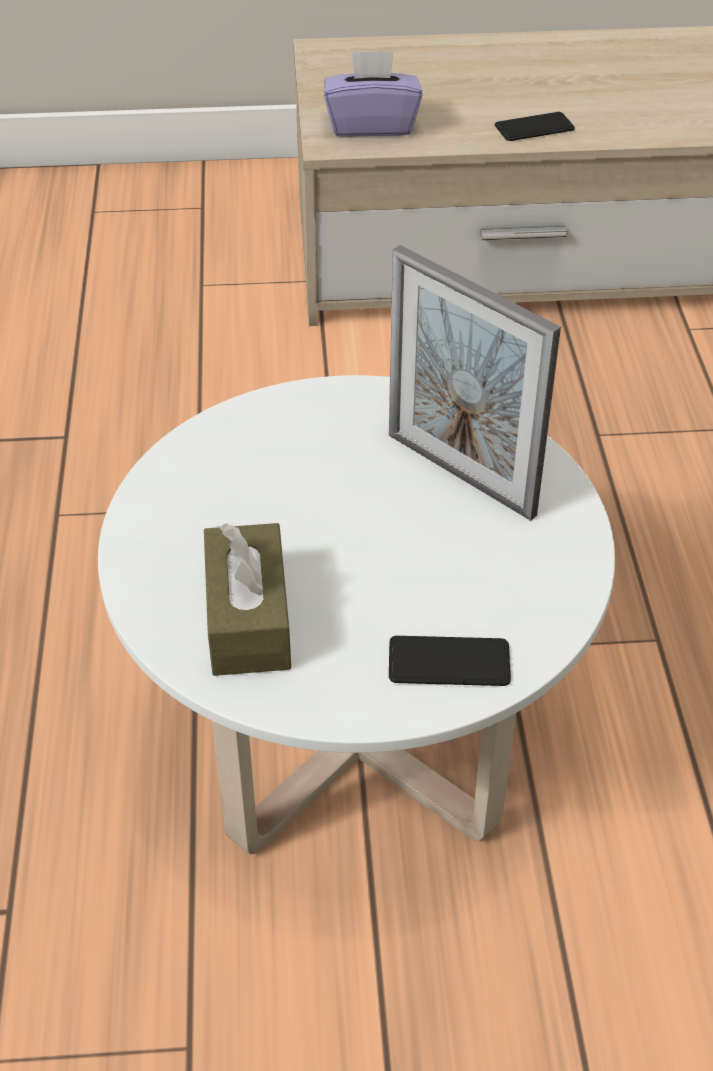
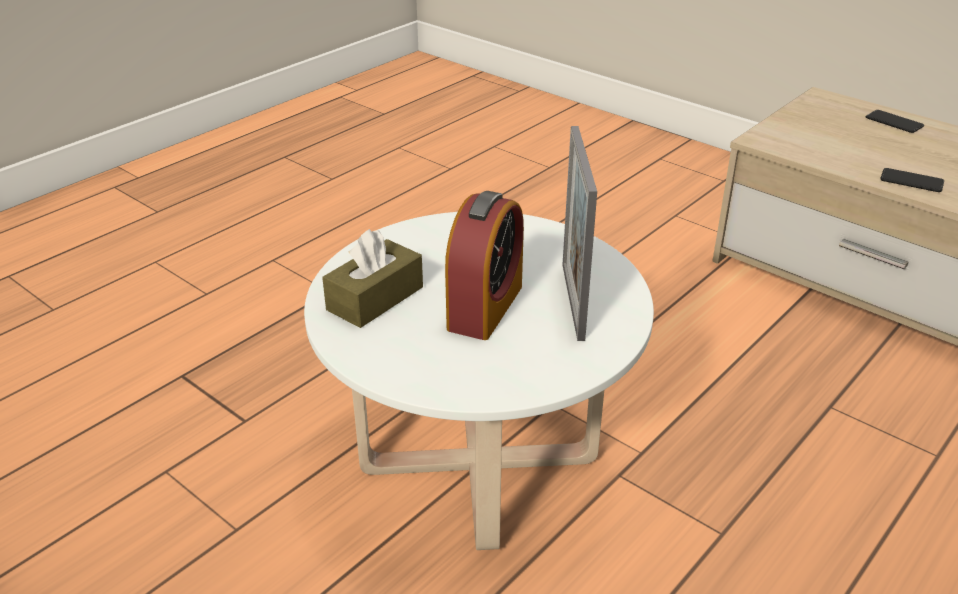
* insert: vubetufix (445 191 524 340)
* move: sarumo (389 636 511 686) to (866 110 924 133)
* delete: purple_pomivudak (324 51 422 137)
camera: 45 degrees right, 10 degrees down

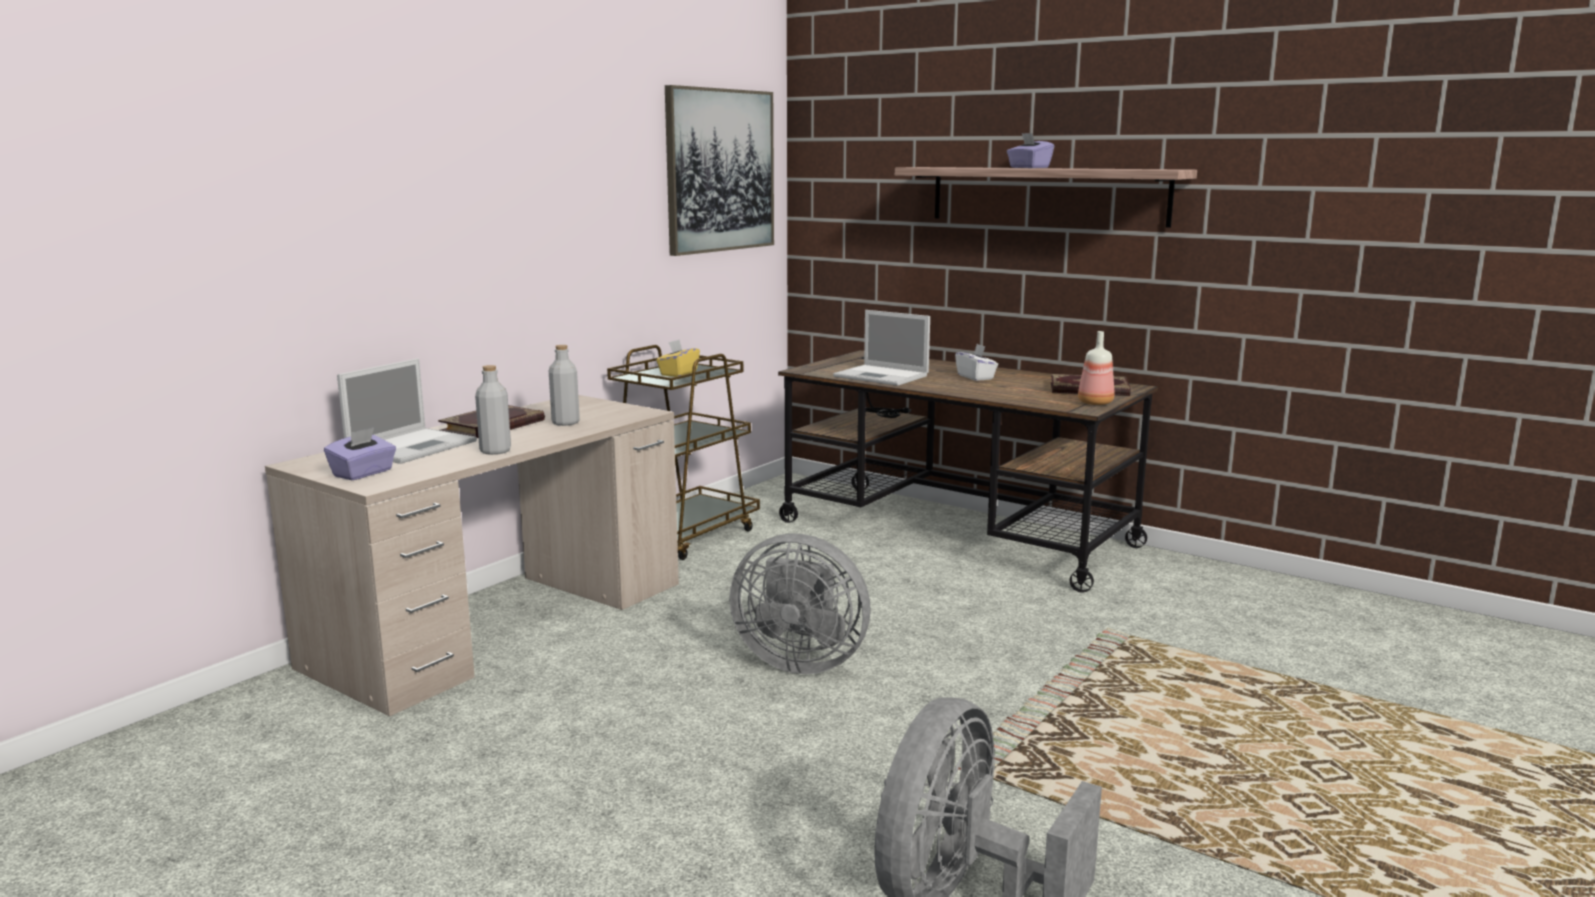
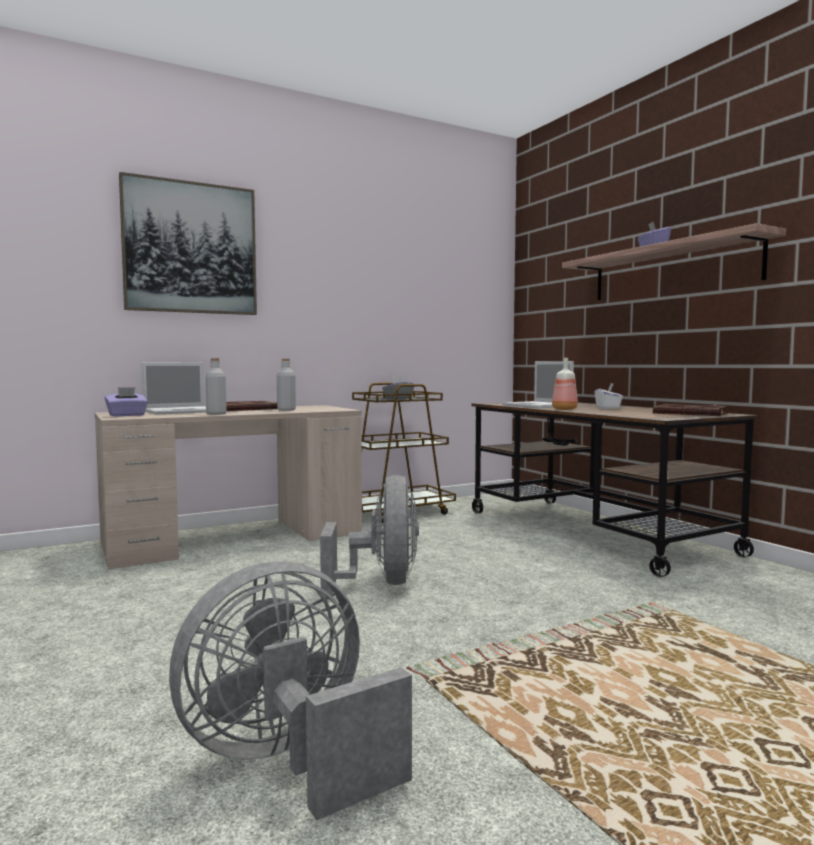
* move: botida (665 85 774 256) to (119 172 257 315)
* rotate: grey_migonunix (729 533 871 674) = (320 475 419 596) 135 degrees counterclockwise
* recolor: yellow_pomivudak (656 340 700 377) to grey_pomivudak (382 376 414 399)
* move: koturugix (1078 331 1114 405) to (552 358 578 410)
camera: 25 degrees right, 10 degrees down

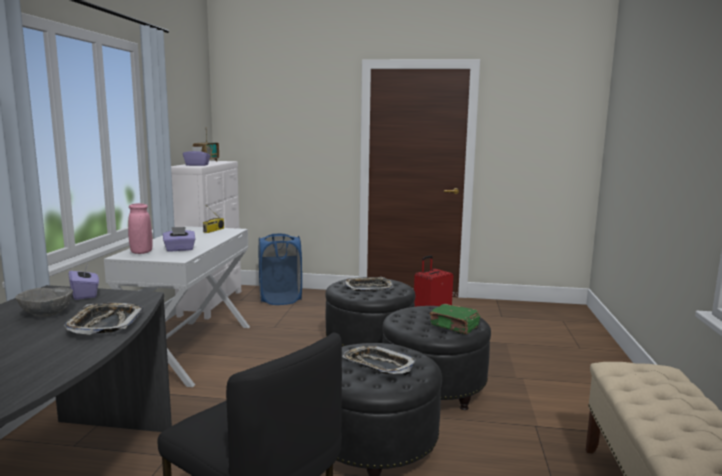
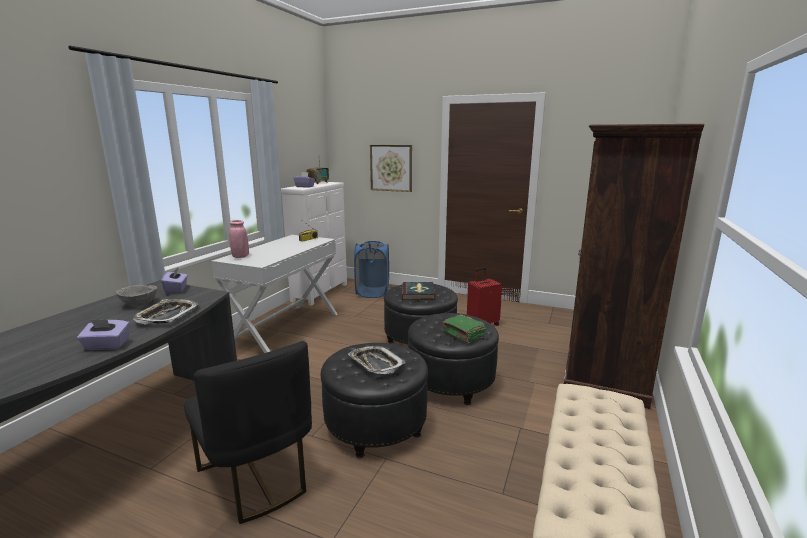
* move: purple_pomivudak (163 227 195 252) to (77 320 130 350)
* insert: botida (370 145 412 192)
* replace: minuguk (343 277 394 291) to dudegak (402 282 435 300)
* insert: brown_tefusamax (564 124 704 409)
camera: 15 degrees right, 5 degrees up

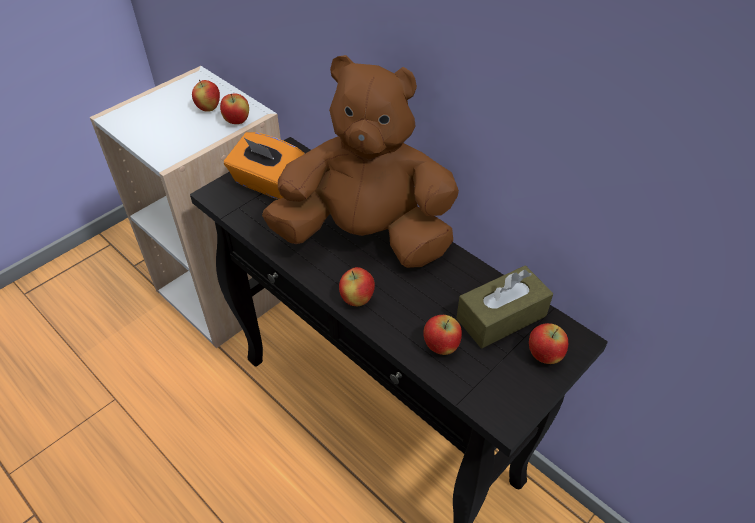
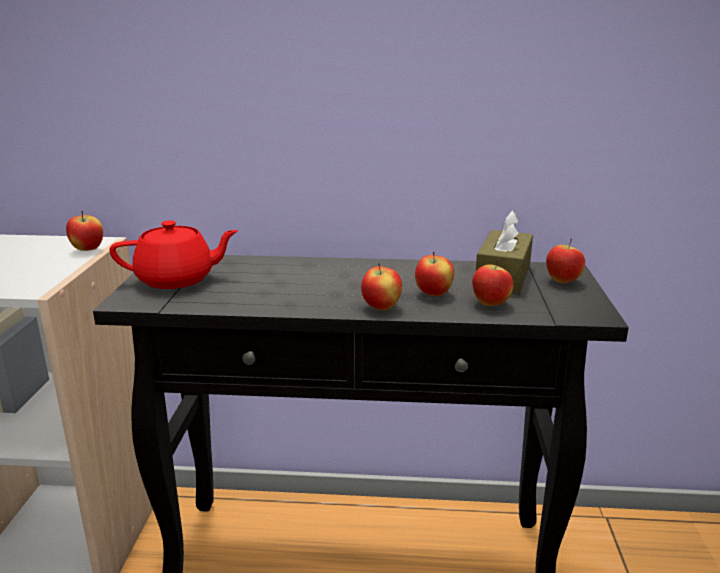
* replace: orange_pomivudak (224 132 305 199) to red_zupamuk (109 220 239 289)
* move: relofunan (192 80 220 112) to (415 252 454 296)
* delete: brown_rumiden (262 55 459 268)
camera: 40 degrees left, 25 degrees down

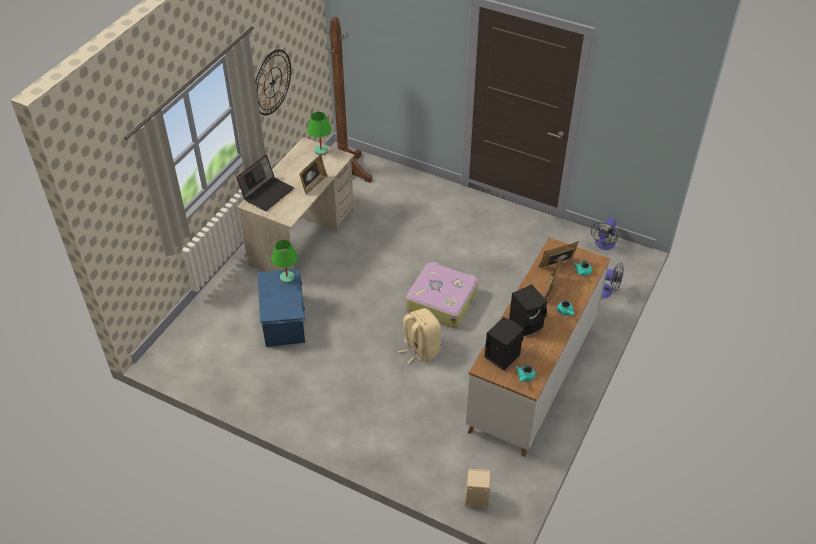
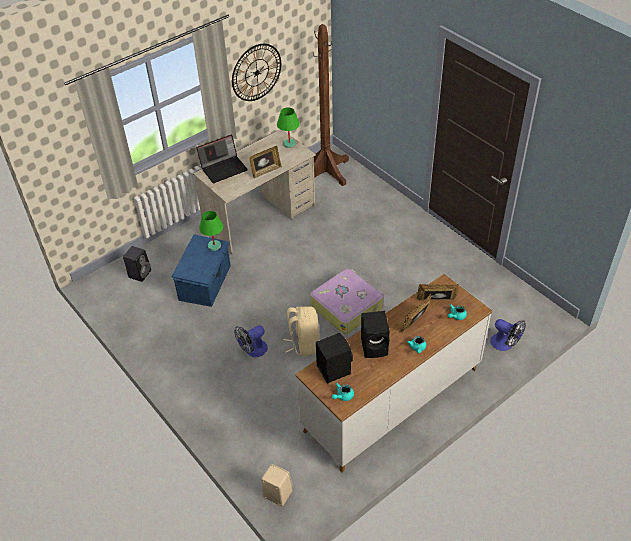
* insert: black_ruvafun (123 246 151 282)
* move: migonunix (590 218 618 250) to (234 326 268 357)
camera: 25 degrees right, 0 degrees up

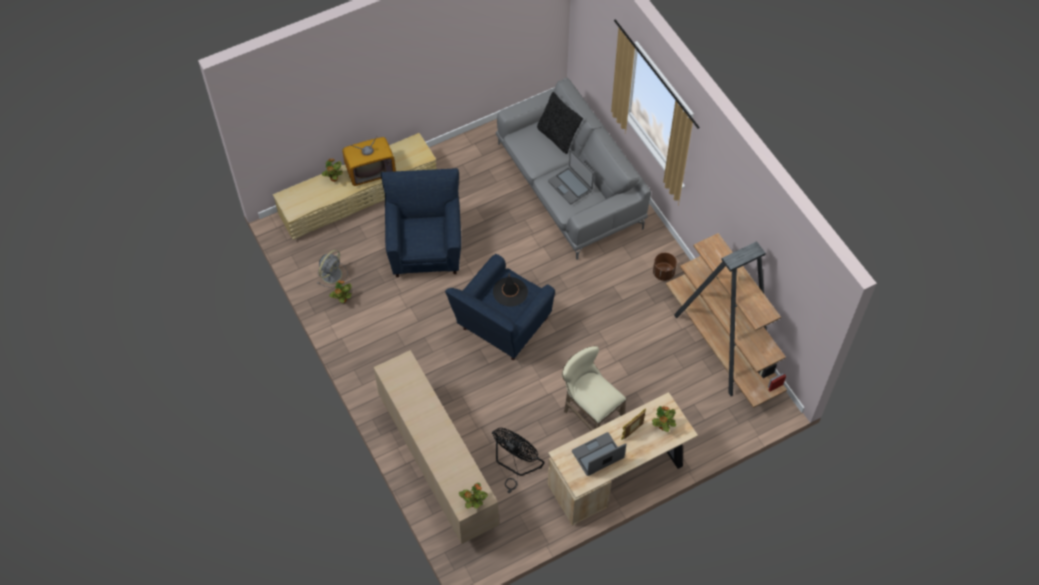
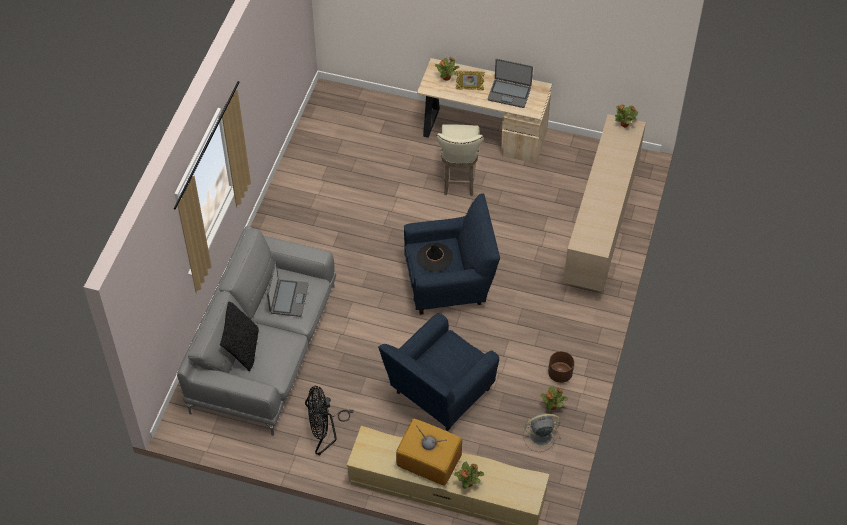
* move: black_migonunix (492 428 545 493) to (305 385 354 456)
* move: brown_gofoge (653 253 677 281) to (548 351 574 383)
* delete: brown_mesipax (666 233 787 408)
camera: 135 degrees left, 5 degrees down

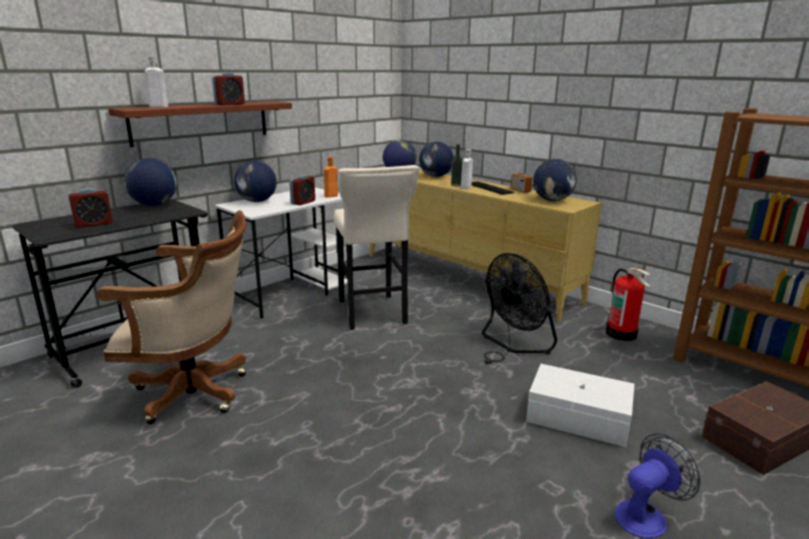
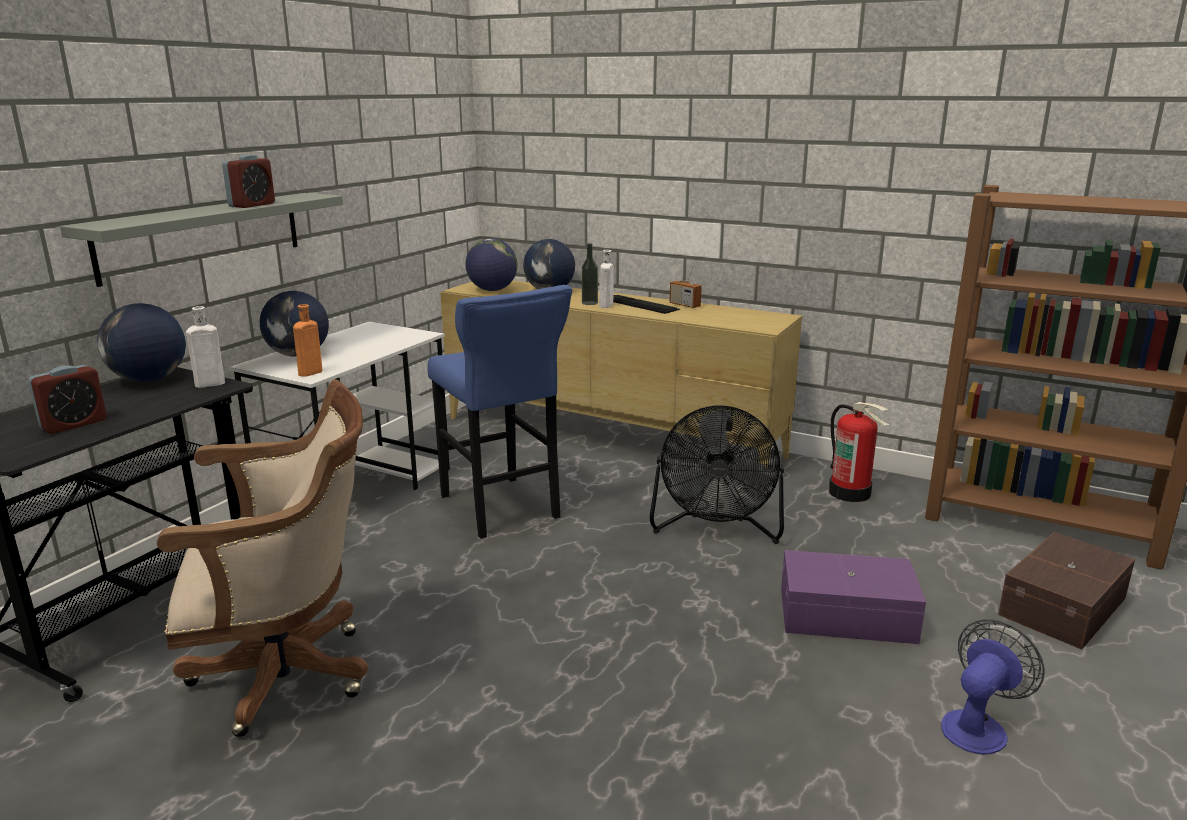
* recolor: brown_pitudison (109 101 292 147) to grey_pitudison (60 193 343 287)
* move: white_koturugix (145 56 168 107) to (186 306 225 388)
* move: orange_koturugix (324 157 338 198) to (293 304 323 377)
* recolor: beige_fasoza (333 165 419 330) to blue_fasoza (428 285 572 539)
* rotate: black_migonunix (482 253 557 364) = (650 405 784 544) 150 degrees clockwise
* recolor: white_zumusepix (526 364 634 447) to purple_zumusepix (781 550 926 644)
* delete: vubetufix (289 175 315 205)
* delete: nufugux (533 159 577 201)
camera: 15 degrees left, 0 degrees up

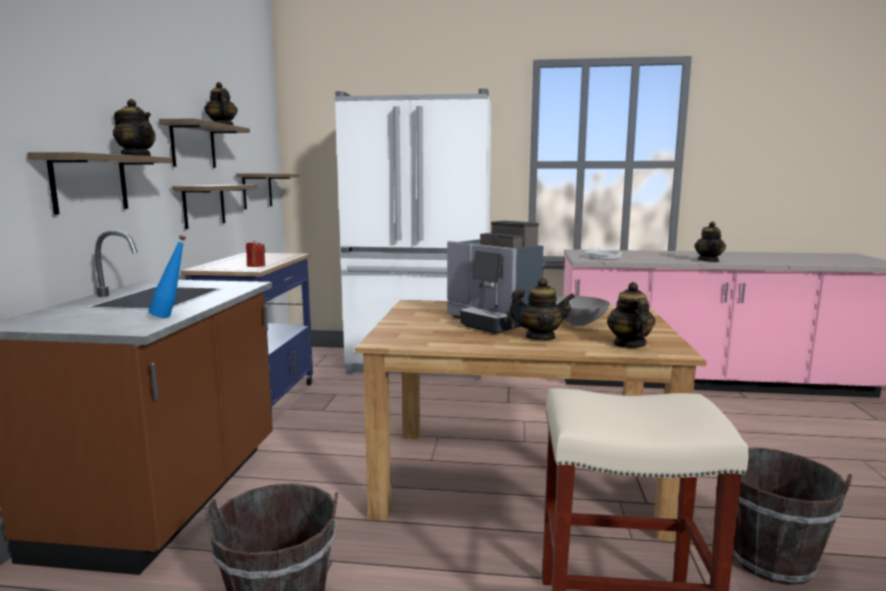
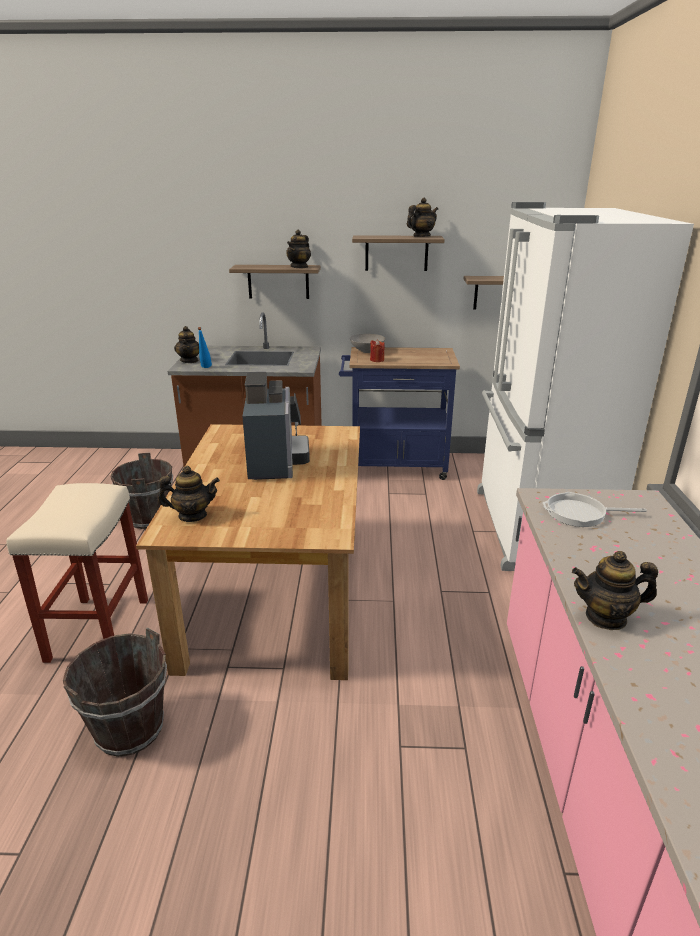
* move: zupamuk (507 278 575 340) to (174 326 199 363)
* rotate: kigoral (447 221 544 334) = (242 372 310 480) 135 degrees clockwise
* move: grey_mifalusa (556 296 610 326) to (350 334 386 353)
* delete: pitudison (172 185 258 229)
camera: 85 degrees right, 15 degrees up

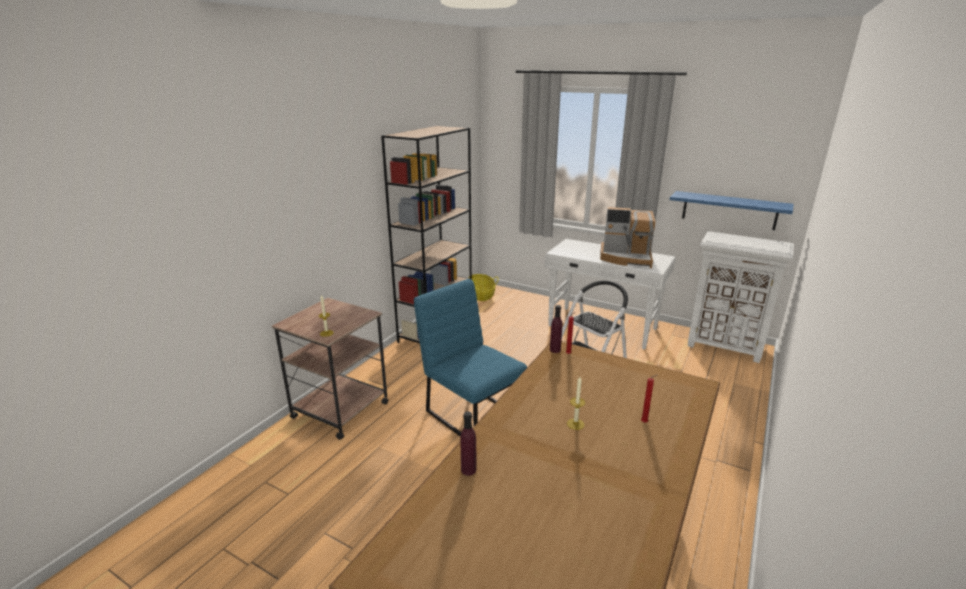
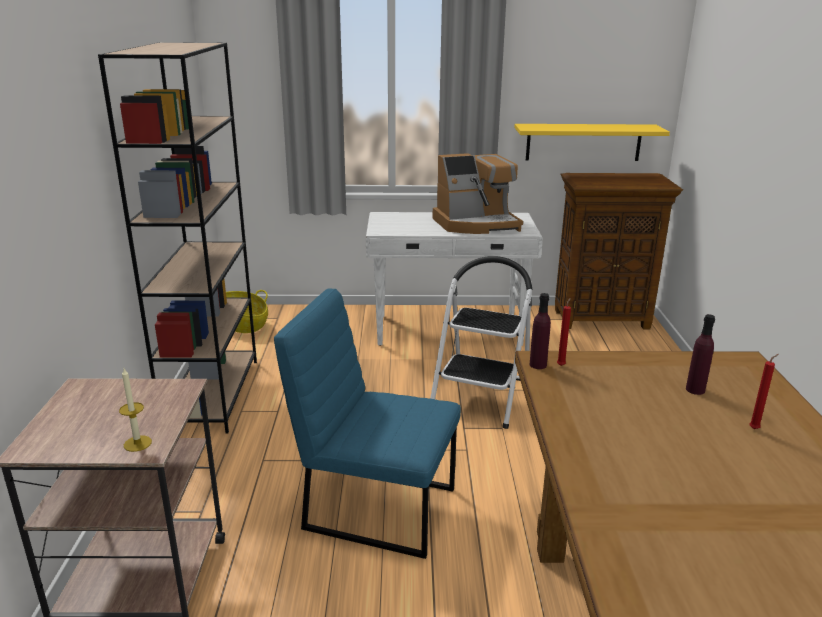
* recolor: blue_pitudison (670 191 794 230) to yellow_pitudison (514 124 670 161)
* recolor: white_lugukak (688 231 794 363) to brown_lugukak (555 173 683 329)
* move: purple_koturugix (461 411 476 476) to (686 314 715 395)
* delete: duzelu (567 377 585 430)
camera: 30 degrees left, 0 degrees up

